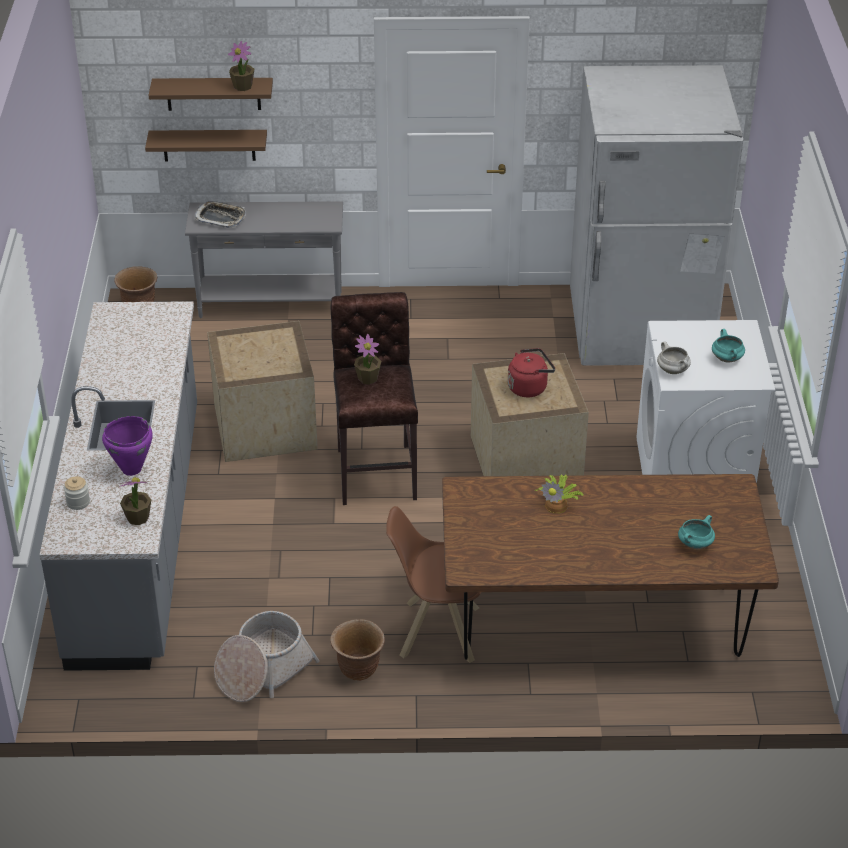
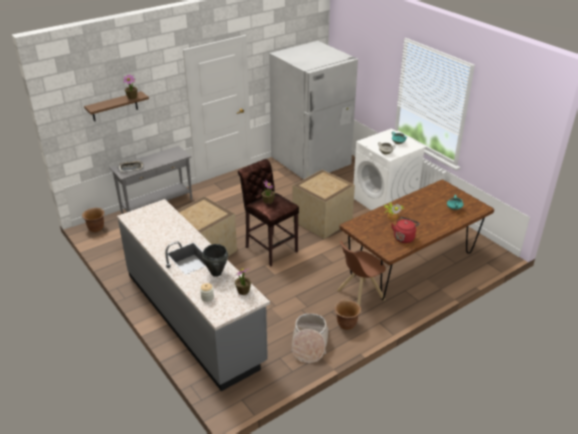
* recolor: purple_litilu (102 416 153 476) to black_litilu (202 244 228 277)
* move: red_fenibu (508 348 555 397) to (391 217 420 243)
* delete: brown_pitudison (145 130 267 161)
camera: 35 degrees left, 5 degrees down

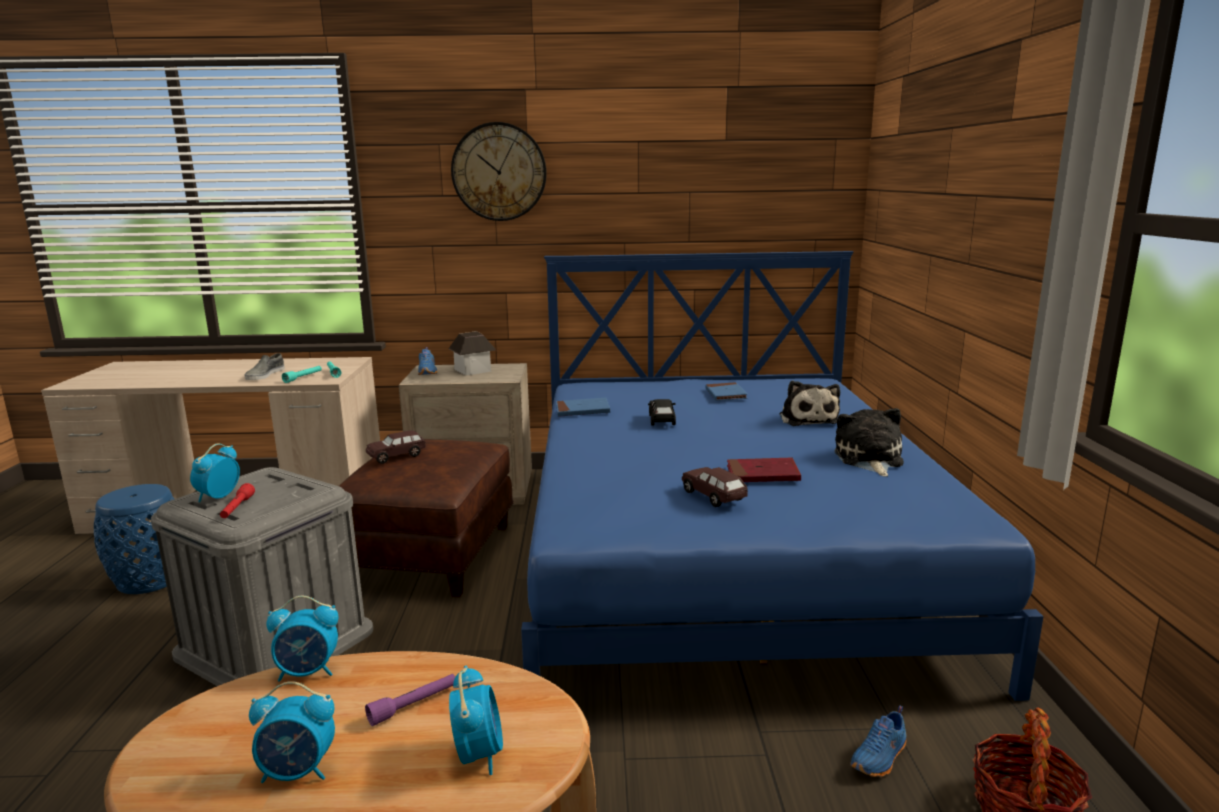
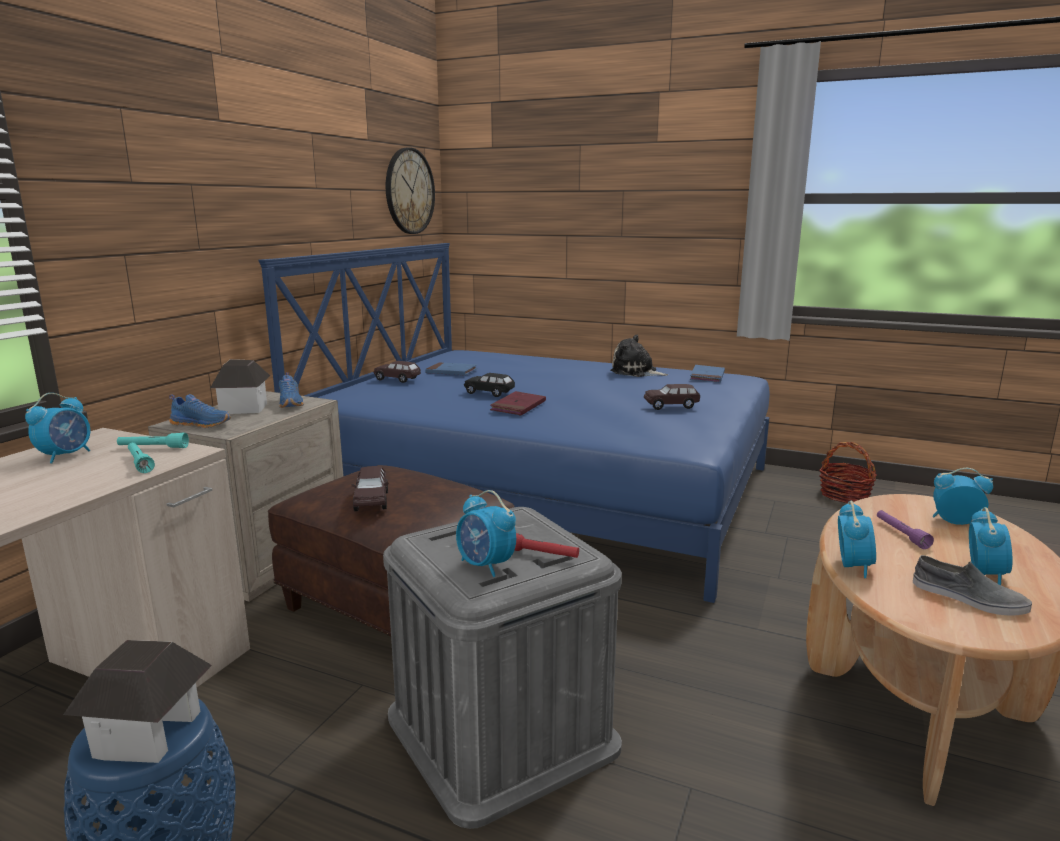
* insert: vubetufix (25 393 90 463)
* insert: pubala (63 640 212 763)
* move: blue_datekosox (850 706 906 777) to (279 372 304 408)
* insert: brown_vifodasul (373 361 421 383)
* move: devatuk (451 122 547 221) to (386 148 435 234)
* move: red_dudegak (727 457 801 482) to (490 391 546 415)
* move: blue_dudegak (556 398 610 417) to (690 365 725 383)
* move: grey_datekosox (245 353 285 380) to (913 555 1032 616)
* delete: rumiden (780 381 840 426)
camera: 65 degrees left, 0 degrees up

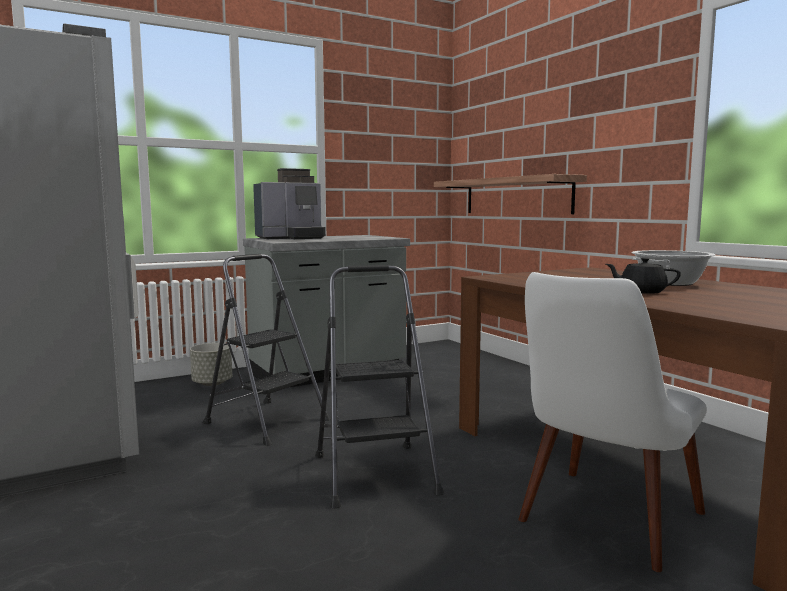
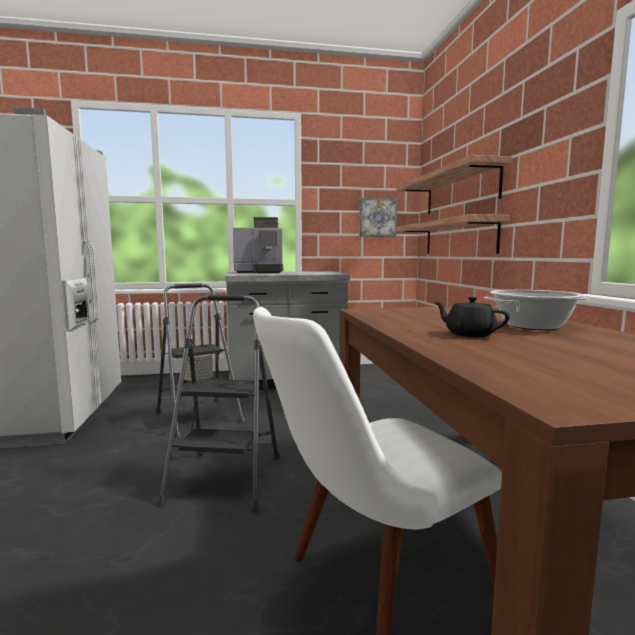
* insert: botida (359 198 397 237)
* insert: pitudison (396 155 512 214)
camera: 20 degrees right, 0 degrees up

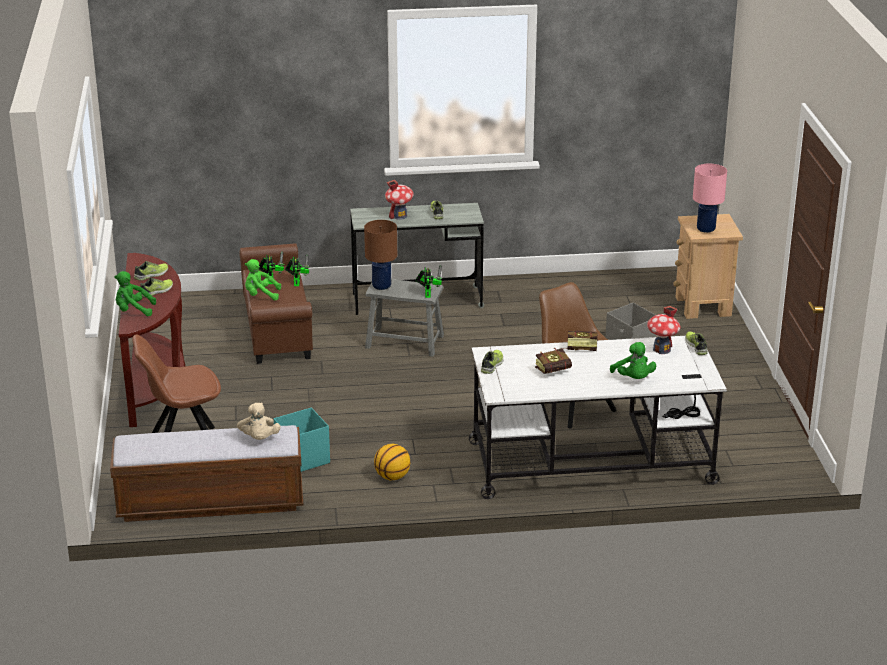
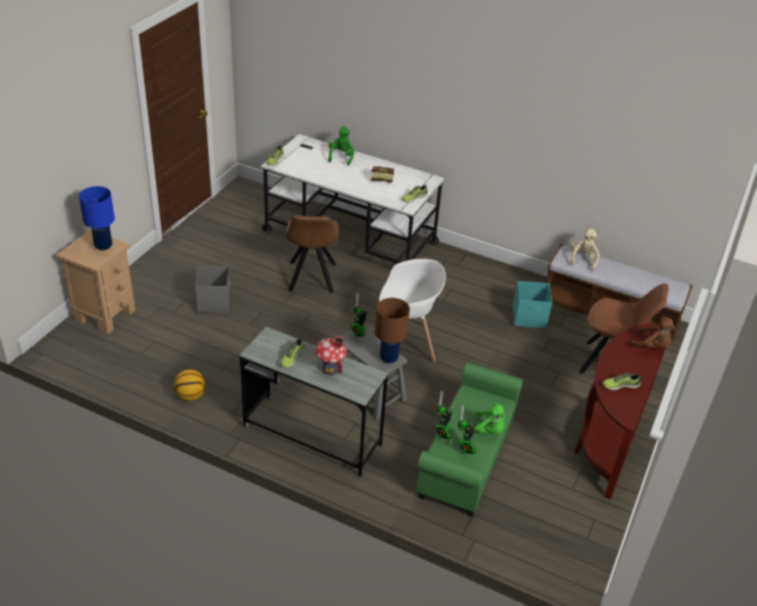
* recolor: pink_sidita (693 164 727 233) to blue_sidita (79 186 115 250)
* move: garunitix (374 444 410 480) to (174 369 205 401)
* insert: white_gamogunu (379 259 446 362)
* recolor: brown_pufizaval (240 243 313 364) to green_pufizaval (416 362 523 517)
* recolor: green_rumiden (114 271 156 316) to brown_rumiden (630 317 675 348)
* delete: datekosox (140 278 173 298)
* delete: dudegak (564 331 598 351)
* delete: pubala (647 306 681 354)
camera: 150 degrees left, 10 degrees up

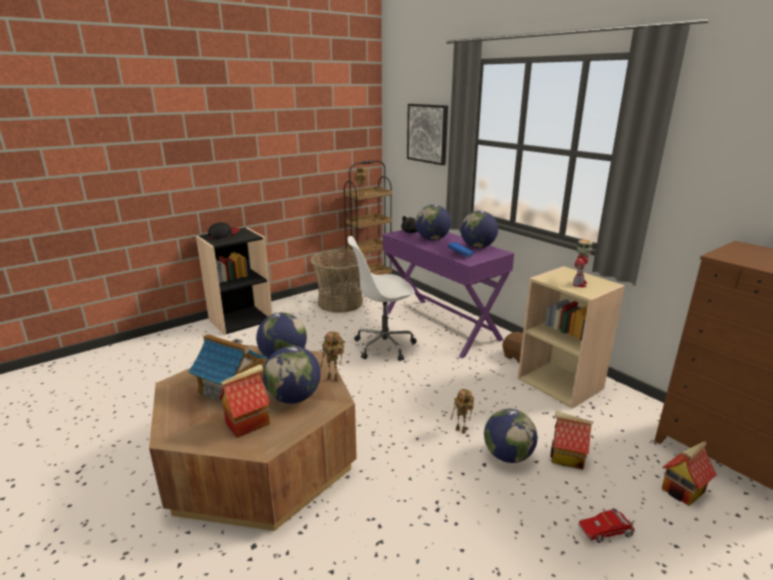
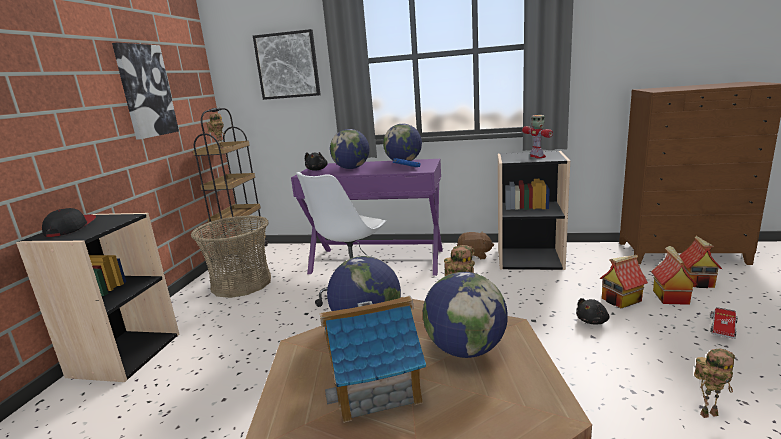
* insert: botida (112 42 179 140)
* recolor: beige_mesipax (518 266 625 409) to black_mesipax (498 151 570 270)
* replace: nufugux (484 409 537 463) to black_rumiden (576 298 609 325)
* move: pubala (219 364 270 438) to (651 246 697 305)
* move: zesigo (451 389 474 434) to (694 349 735 418)
camera: 40 degrees left, 5 degrees down

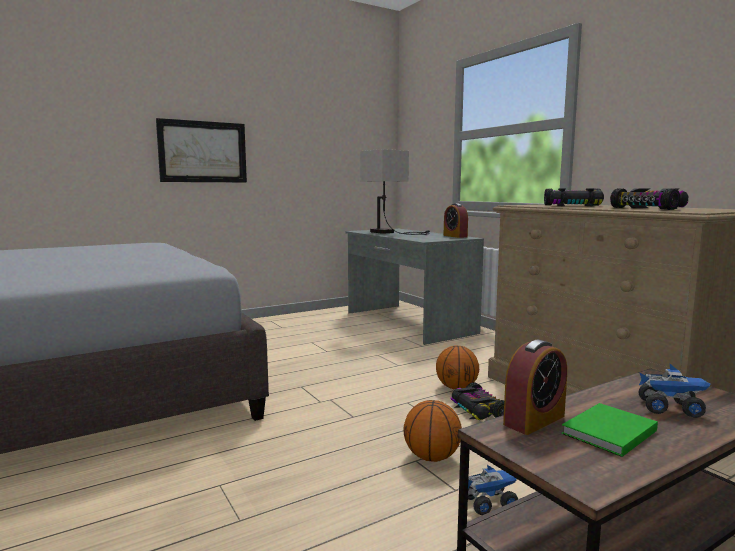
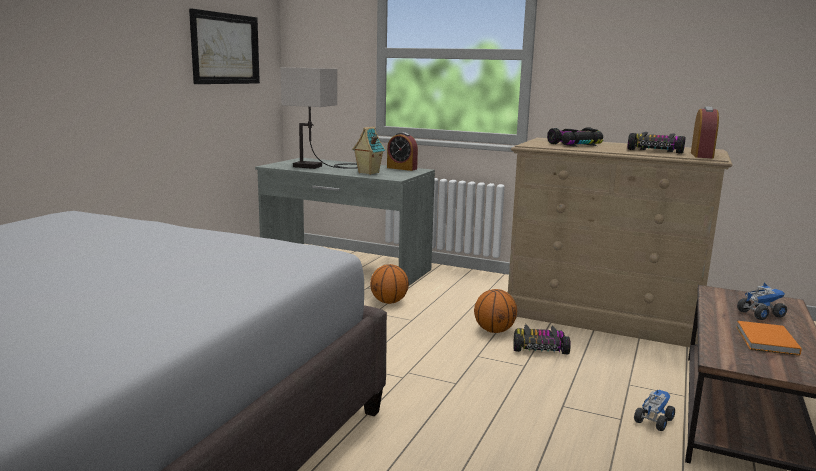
* move: botida (156 118 247 182) to (189 9 260 84)
* insert: pubala (352 127 386 175)
* move: garunitix (403 400 462 462) to (370 264 409 304)
* rotate: vifodasul (450 382 504 420) = (513 324 571 354) 150 degrees clockwise
* move: vubetufix (503 340 567 435) to (691 107 719 158)
* recolor: green_dudegak (561 403 658 457) to orange_dudegak (736 321 802 356)
camera: 35 degrees left, 5 degrees up

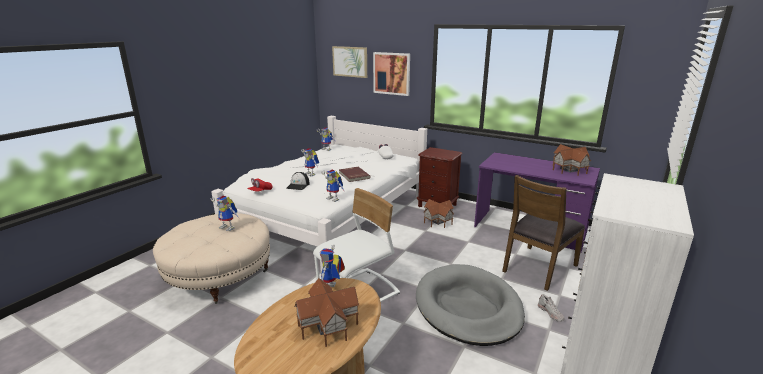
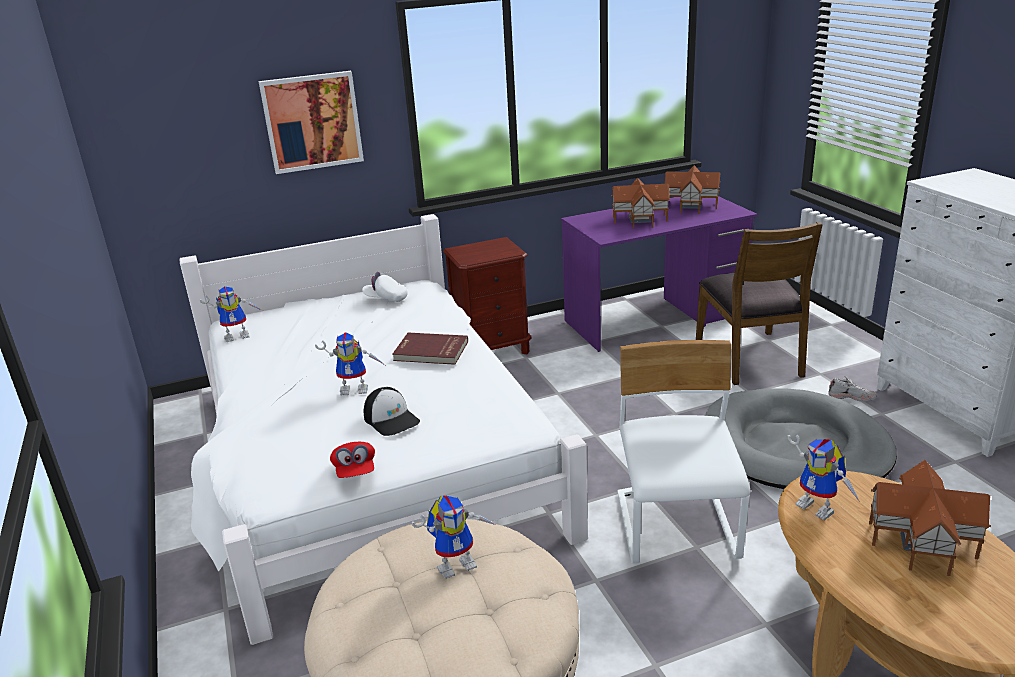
* move: pubala (424 199 454 228) to (611 178 670 229)
* delete: zesigo (321 170 345 202)
* delete: botida (332 46 367 78)
camera: 50 degrees left, 5 degrees up

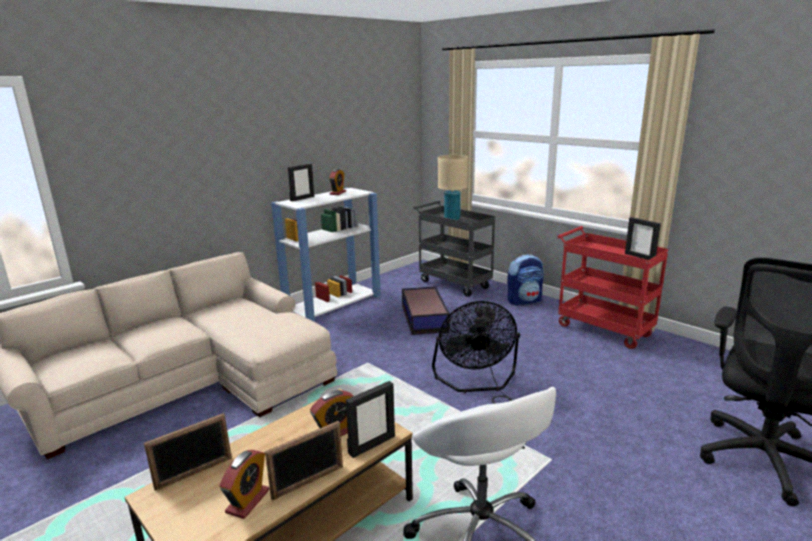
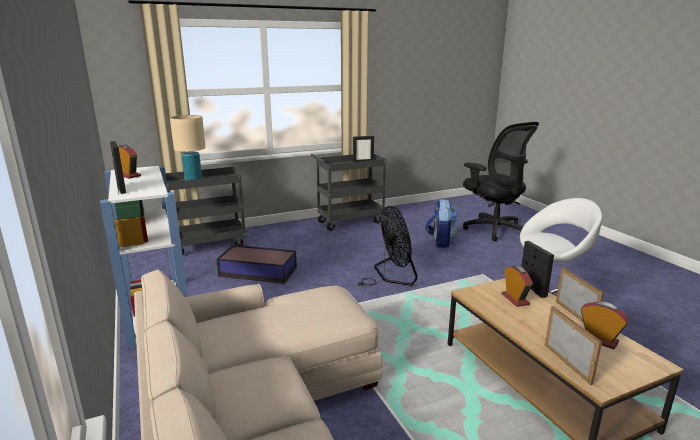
* recolor: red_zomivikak (557 226 668 349) to grey_zomivikak (311 154 386 231)
* rotate: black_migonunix (432 301 520 404) = (357 206 417 287) 150 degrees clockwise
* move: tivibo (507 254 544 305) to (425 199 458 248)
camera: 70 degrees left, 0 degrees up

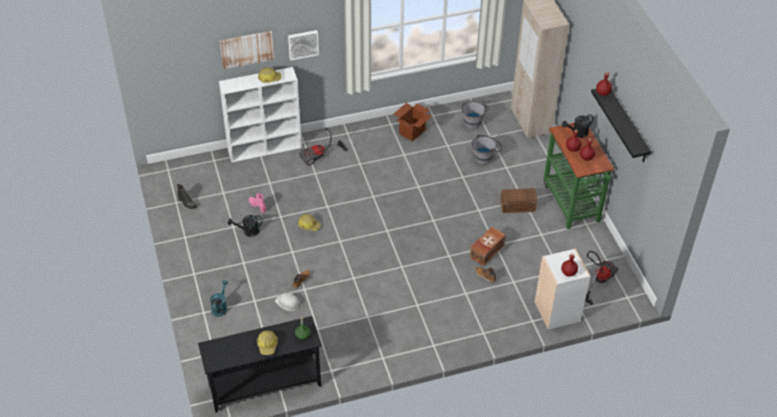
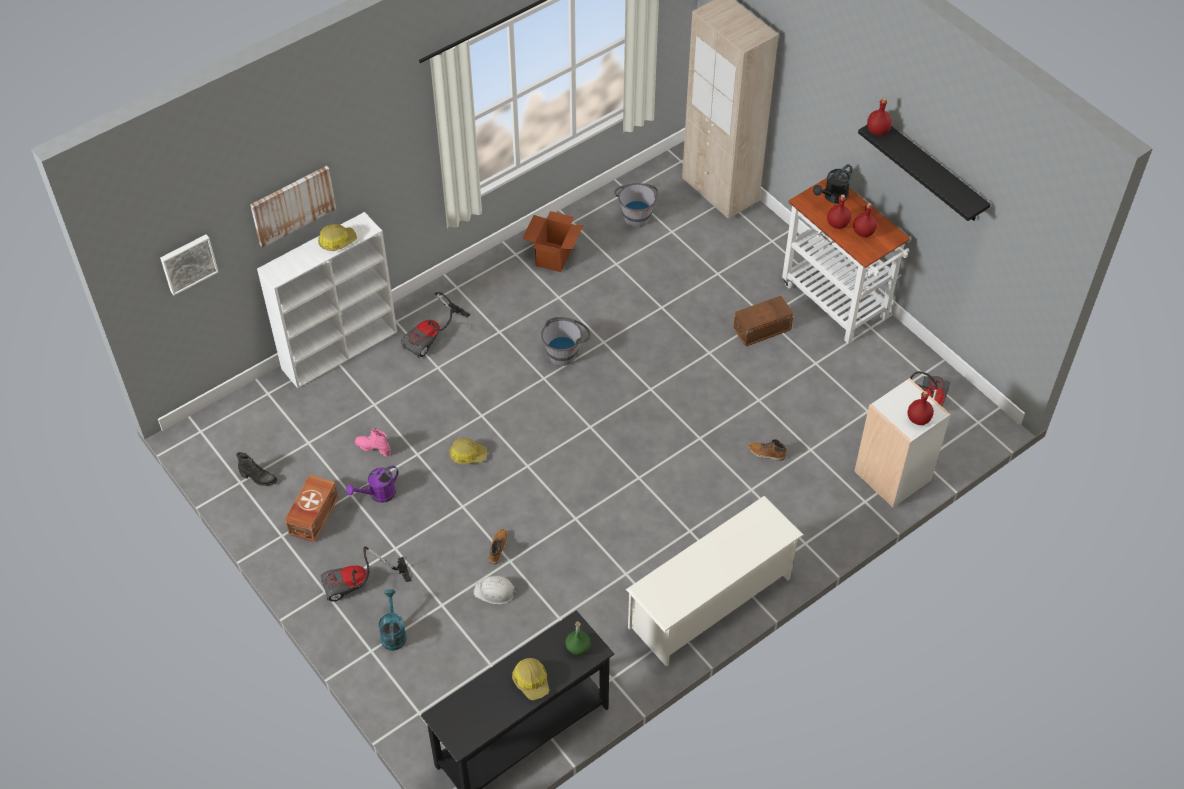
* move: botida (288 30 319 60) to (160 234 218 295)
* move: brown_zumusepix (470 227 506 266) to (285 474 339 543)
* insert: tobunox (321 546 412 602)
* recolor: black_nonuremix (228 215 262 237) to purple_nonuremix (346 465 399 503)
* move: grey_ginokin (472 134 503 165) to (541 317 591 366)
* insert: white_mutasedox (626 496 804 667)
* recolor: green_zomivikak (543 122 614 229) to white_zomivikak (782 178 910 344)
camera: 20 degrees left, 5 degrees up

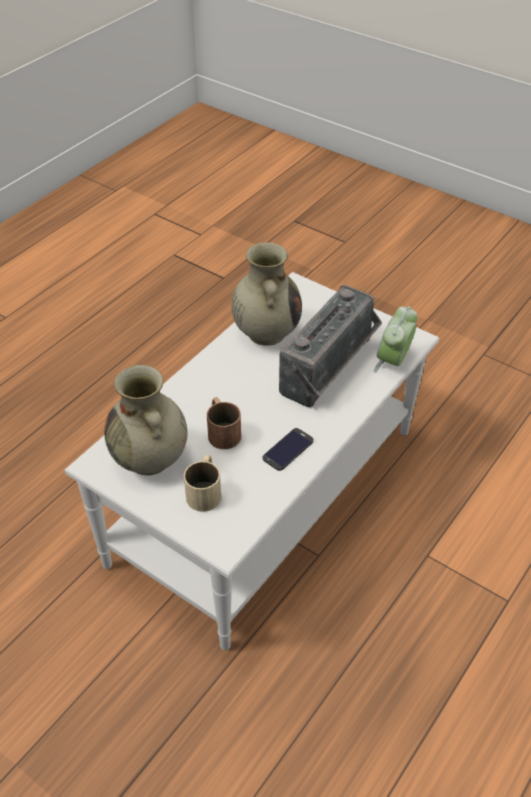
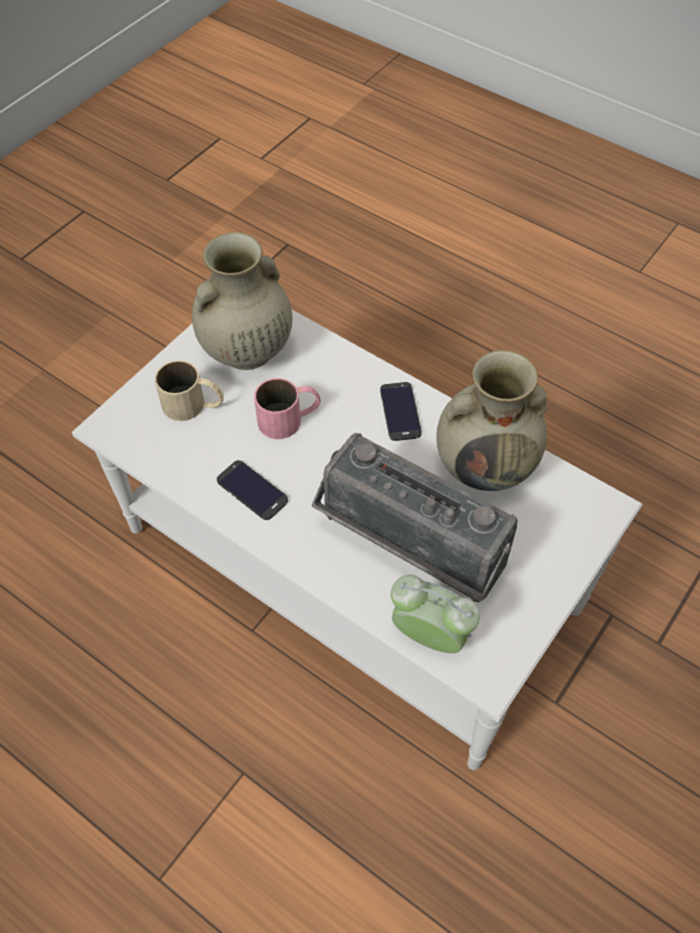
* recolor: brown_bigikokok (207 397 241 449) to pink_bigikokok (254 378 321 439)
* insert: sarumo (380 382 422 441)
camera: 90 degrees right, 10 degrees up

